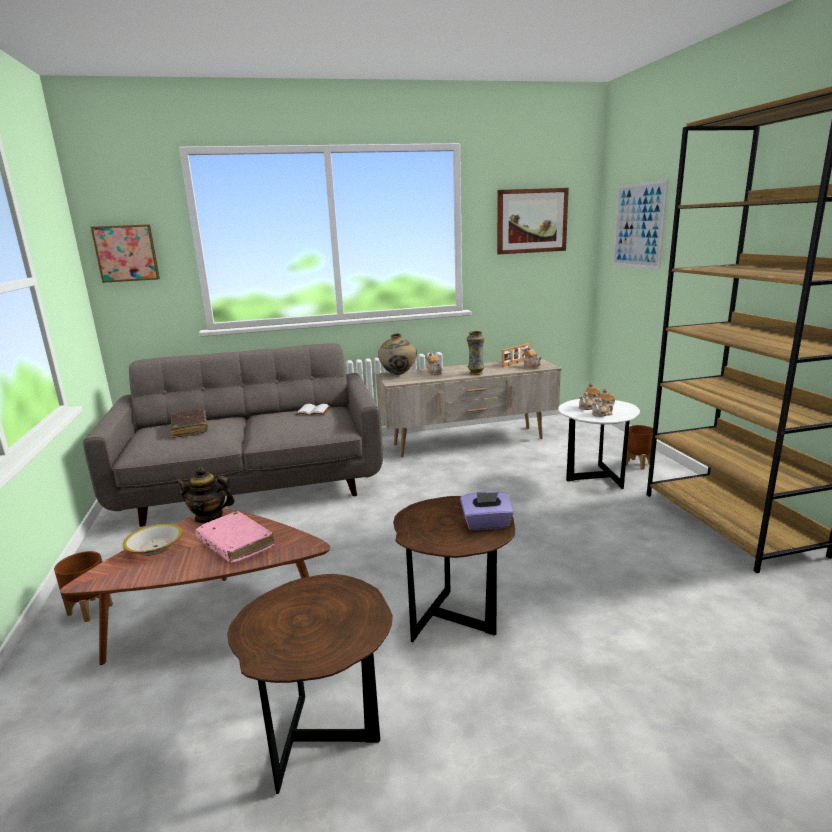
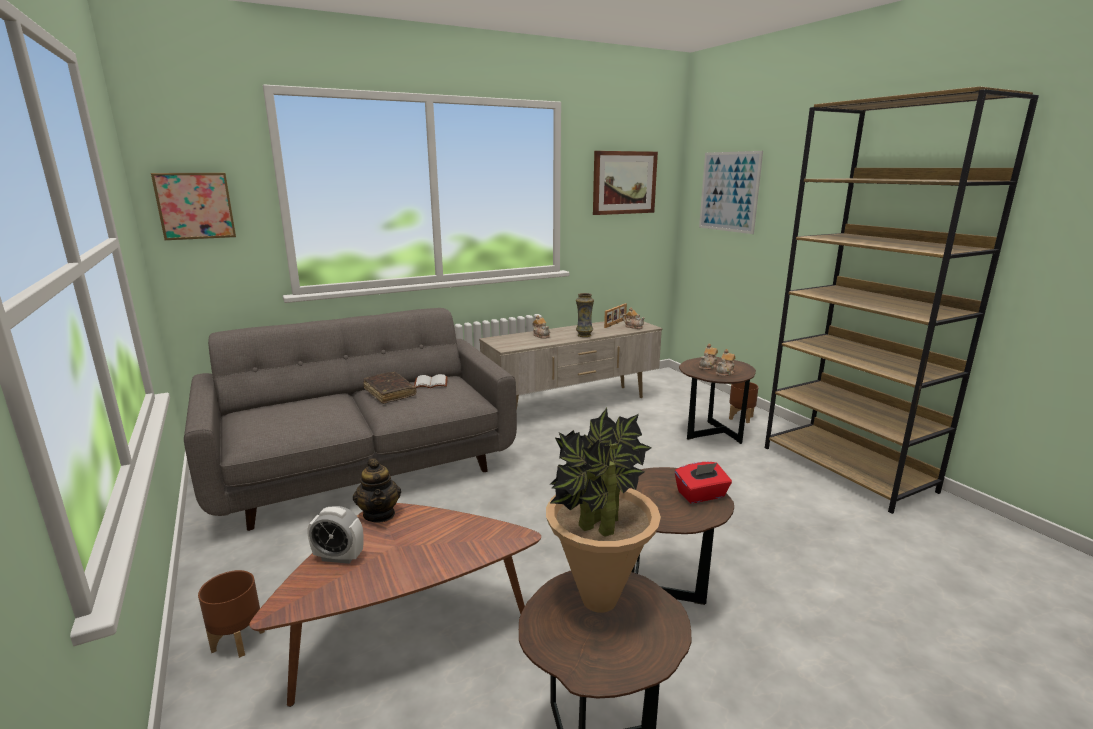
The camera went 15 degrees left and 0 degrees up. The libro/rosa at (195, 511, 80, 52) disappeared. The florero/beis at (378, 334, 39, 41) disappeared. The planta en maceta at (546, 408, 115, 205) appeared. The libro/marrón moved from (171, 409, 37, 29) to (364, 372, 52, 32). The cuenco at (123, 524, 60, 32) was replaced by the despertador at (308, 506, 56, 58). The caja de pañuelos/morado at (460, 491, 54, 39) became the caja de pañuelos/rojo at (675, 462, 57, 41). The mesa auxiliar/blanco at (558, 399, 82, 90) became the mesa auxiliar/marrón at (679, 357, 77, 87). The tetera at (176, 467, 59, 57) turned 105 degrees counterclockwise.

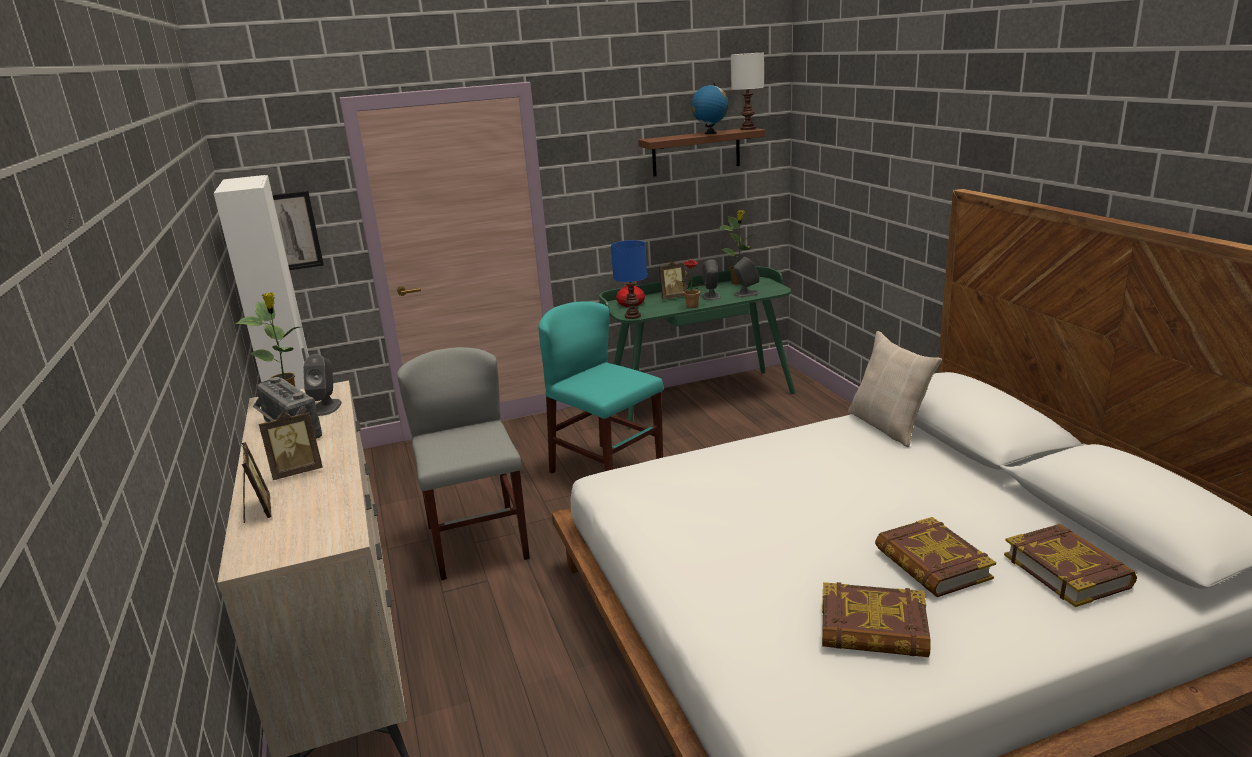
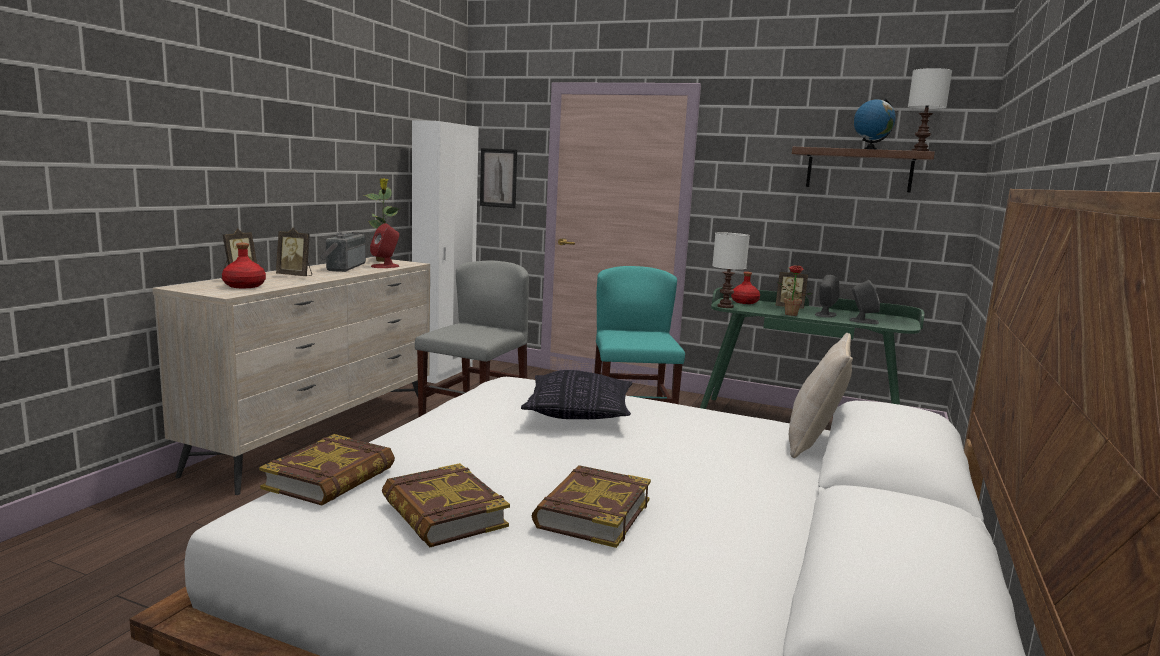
The camera went 40 degrees right and 10 degrees down. The planta en maceta at (718, 210, 37, 75) disappeared. The botella/rojo at (222, 243, 44, 45) appeared. The cojín at (521, 370, 111, 49) appeared. The libro moved from (1004, 524, 133, 83) to (259, 434, 136, 72). The altavoz/gris at (303, 354, 39, 62) became the altavoz/rojo at (370, 223, 30, 45). The lámpara de mesa/azul at (611, 240, 36, 79) became the lámpara de mesa/blanco at (712, 232, 38, 76).

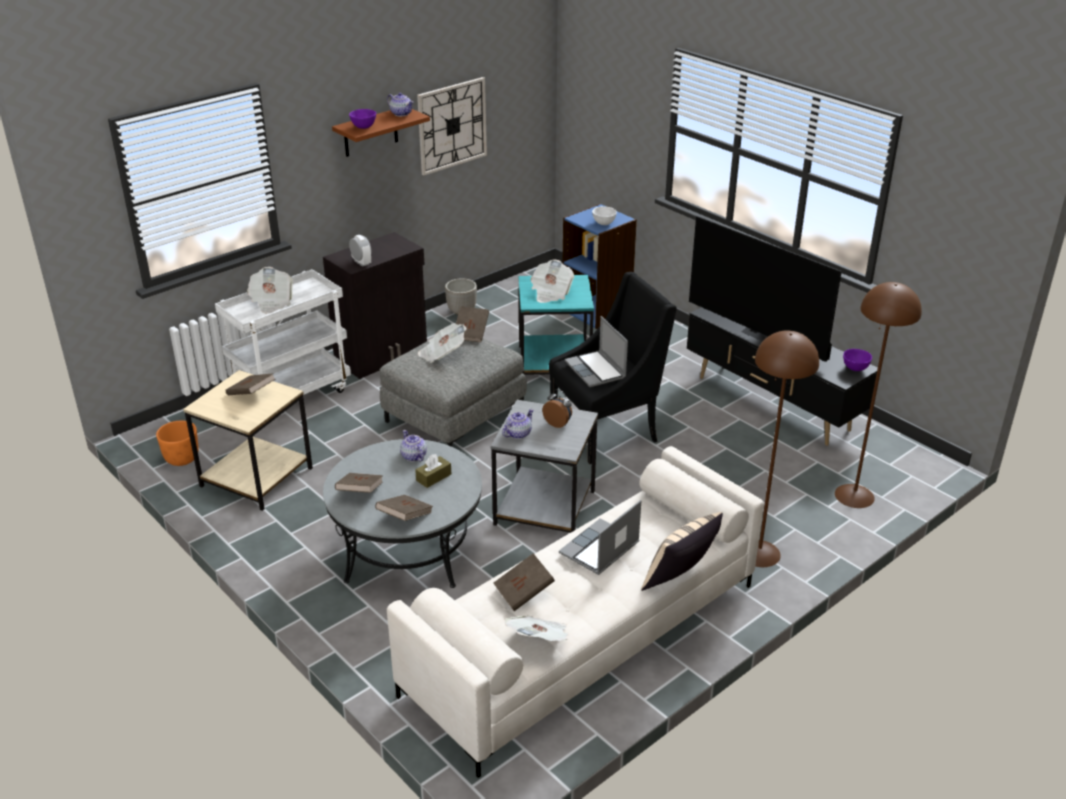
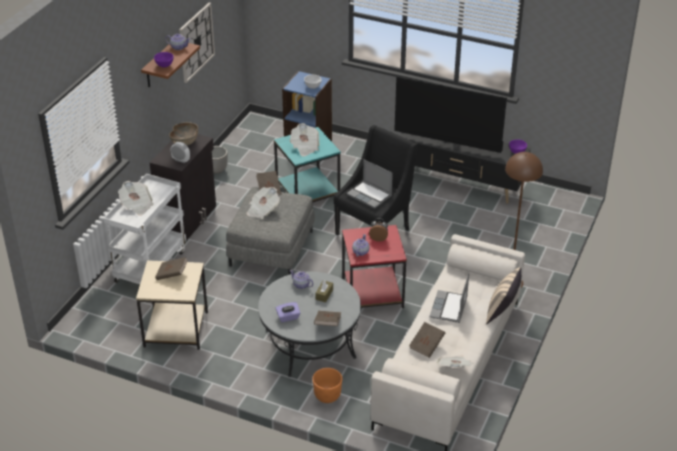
The camera went 25 degrees left and 5 degrees up. The lámpara de pie/marrón at (835, 282, 87, 226) disappeared. The cuenco/marrón at (169, 122, 29, 23) appeared. The maceta/naranja moved from (156, 421, 43, 45) to (313, 368, 29, 35). The libro/marrón at (335, 473, 48, 20) was replaced by the caja de pañuelos/morado at (276, 302, 24, 20). The mesa auxiliar/gris at (491, 400, 107, 133) became the mesa auxiliar/rojo at (342, 225, 65, 83).

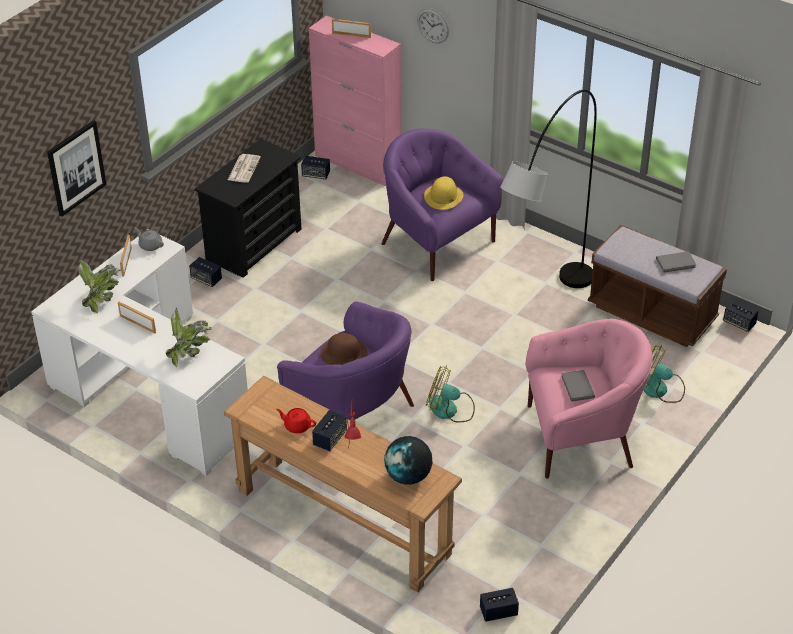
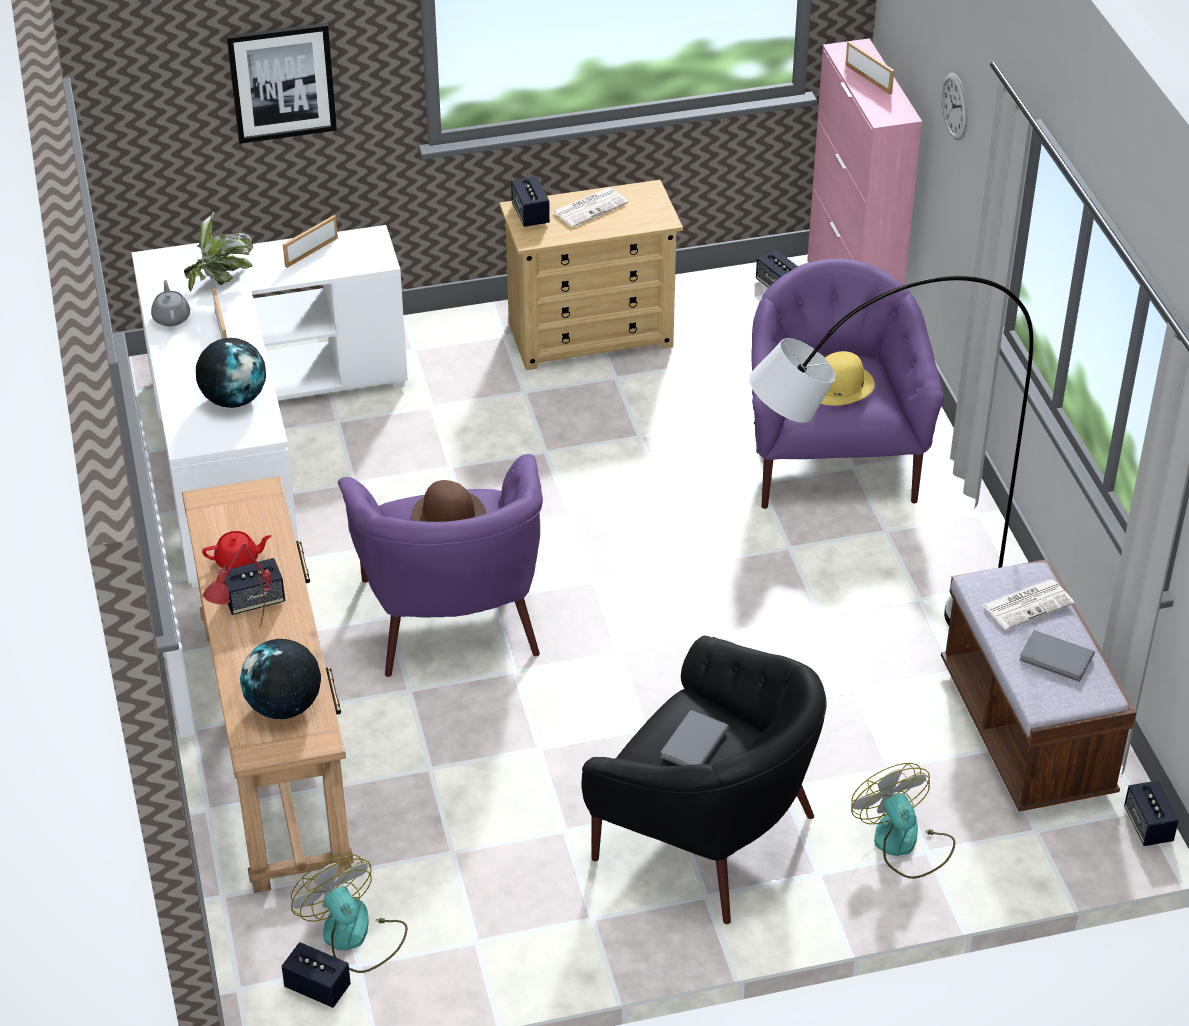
The camera went 40 degrees right and 0 degrees up. The periódico at (983, 579, 91, 51) appeared. The tetera/gris moved from (134, 227, 30, 24) to (151, 280, 39, 46). The altavoz moved from (189, 257, 33, 30) to (511, 176, 39, 51). The ventilador moved from (426, 365, 49, 57) to (291, 854, 117, 119). The planta en maceta at (166, 308, 46, 59) was replaced by the globo terráqueo at (196, 338, 70, 70). The cómoda/negro at (195, 139, 106, 139) became the cómoda/beis at (499, 180, 184, 190). The sillón/rosa at (526, 319, 127, 159) became the sillón/negro at (581, 636, 245, 288). The tetera/rojo at (276, 408, 40, 25) turned 105 degrees clockwise.

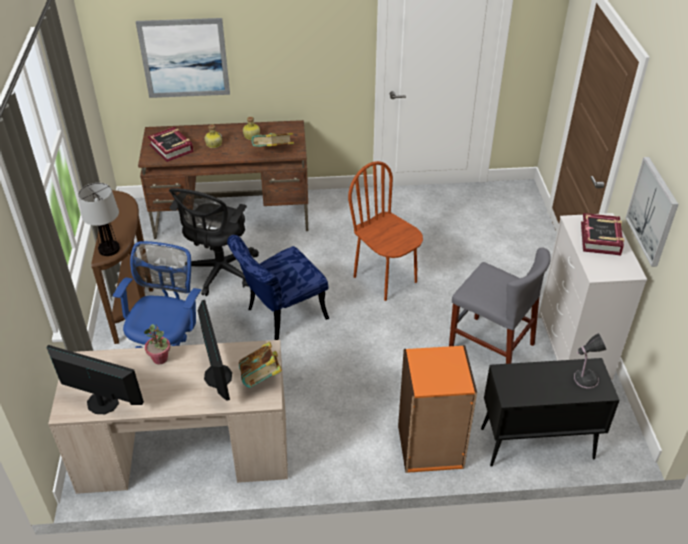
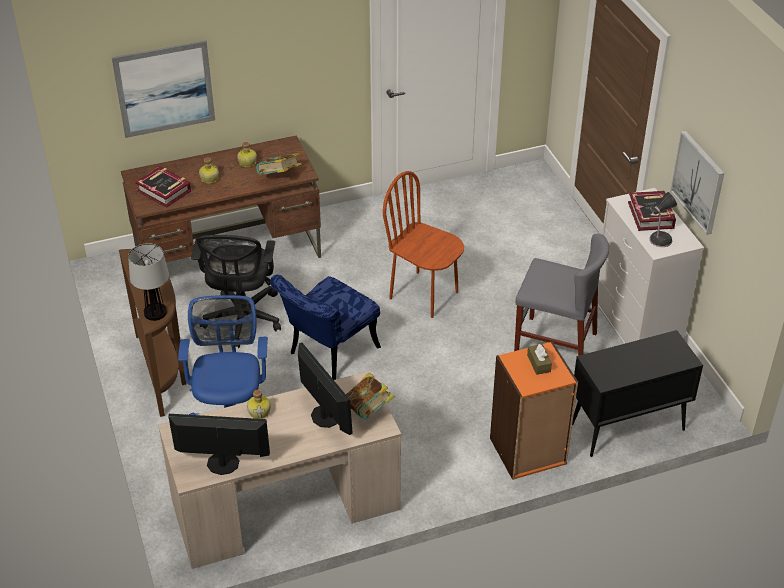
The camera went 15 degrees left and 0 degrees up. The caja de pañuelos/marrón at (527, 344, 25, 31) appeared. The lámpara de mesa moved from (574, 333, 32, 56) to (649, 192, 28, 55). The planta en maceta at (144, 324, 26, 40) was replaced by the botella at (247, 390, 24, 29).

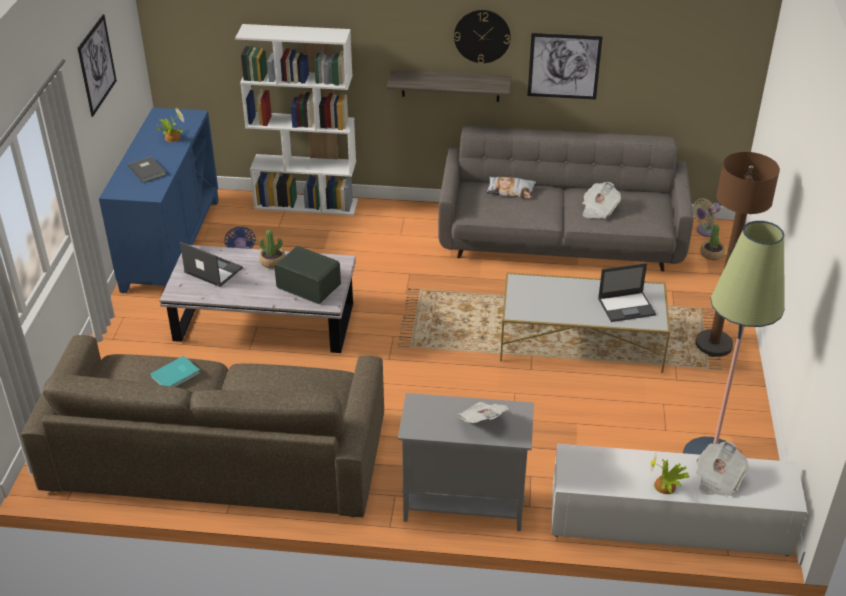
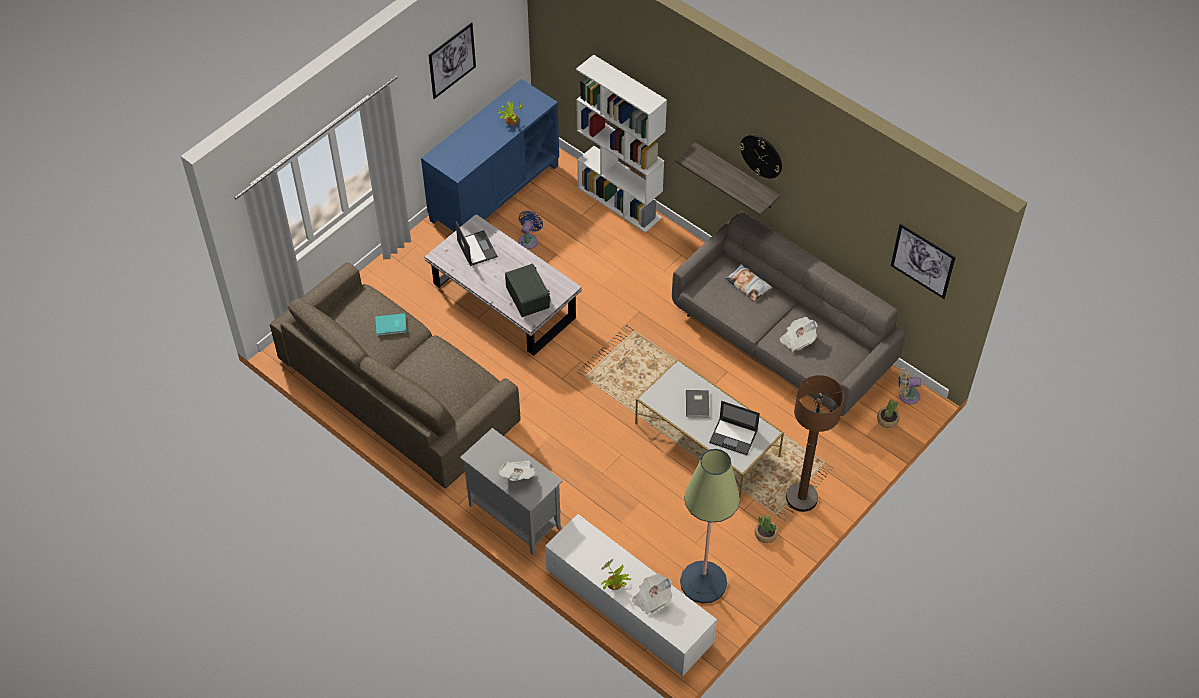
The camera went 35 degrees right and 15 degrees up. The libro/gris moved from (128, 157, 38, 26) to (686, 390, 23, 27). The planta en maceta moved from (259, 230, 27, 39) to (755, 515, 23, 28). The cuadro moved from (528, 33, 75, 66) to (891, 223, 65, 76).

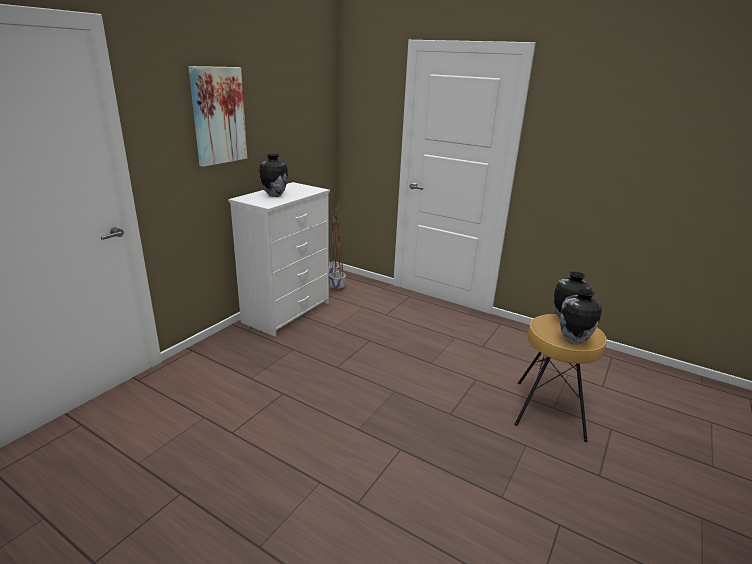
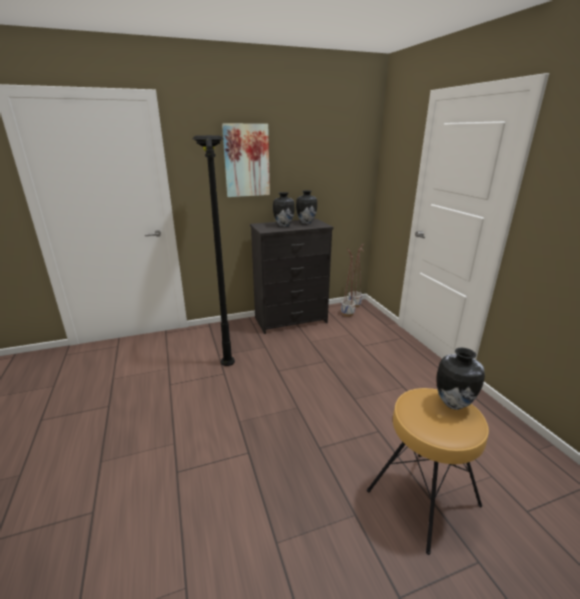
The camera went 40 degrees right and 0 degrees up. The lámpara de pie/negro at (192, 135, 43, 231) appeared. The florero moved from (560, 288, 42, 56) to (296, 190, 21, 34). The cómoda/blanco at (228, 182, 102, 154) became the cómoda/negro at (250, 219, 83, 115).

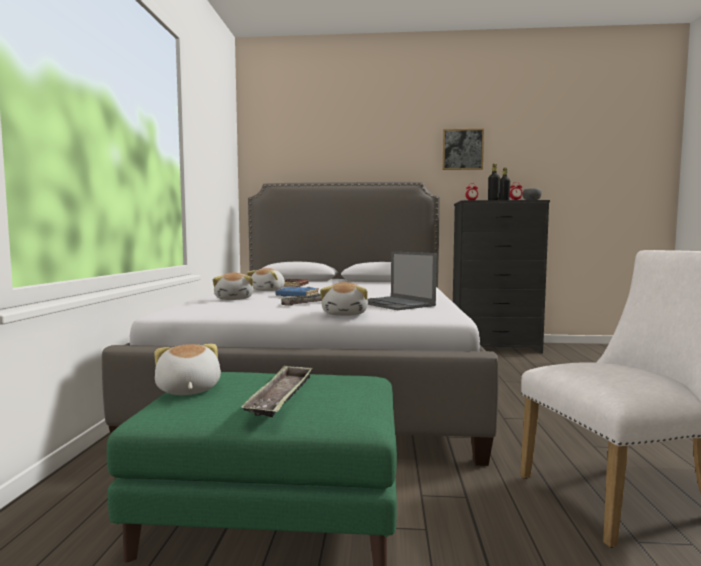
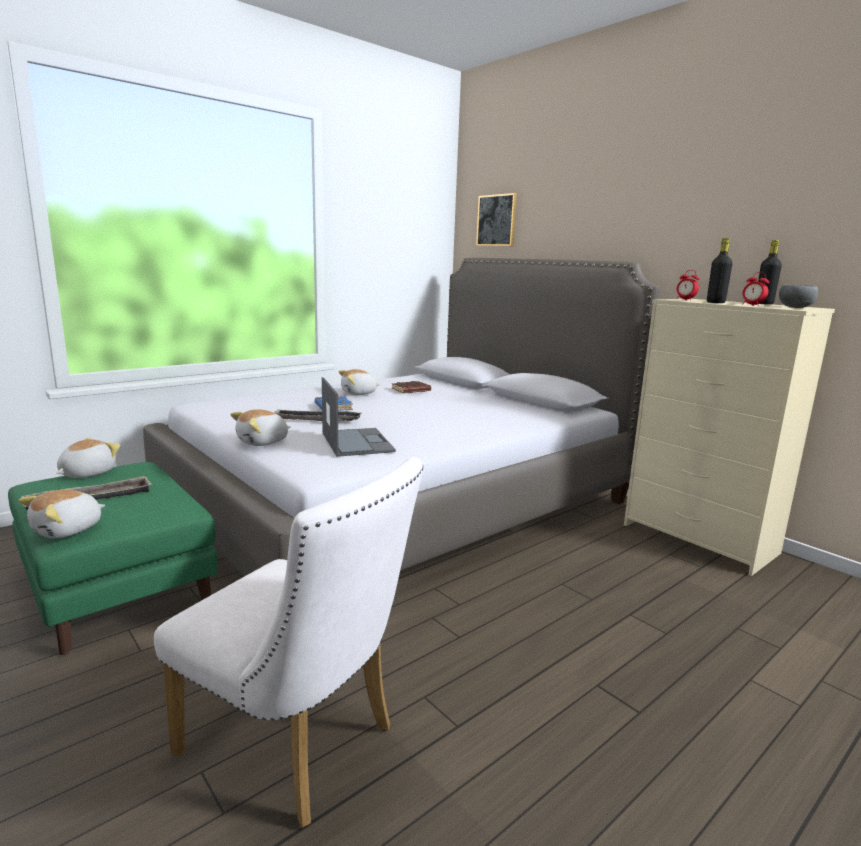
The camera went 45 degrees right and 10 degrees up. The peluche moved from (213, 273, 40, 27) to (19, 490, 86, 48). The cuadro moved from (443, 129, 41, 41) to (476, 193, 41, 53). The cómoda/negro at (453, 200, 97, 153) became the cómoda/beis at (624, 299, 211, 277). The portátil at (368, 252, 69, 58) turned 150 degrees clockwise.

